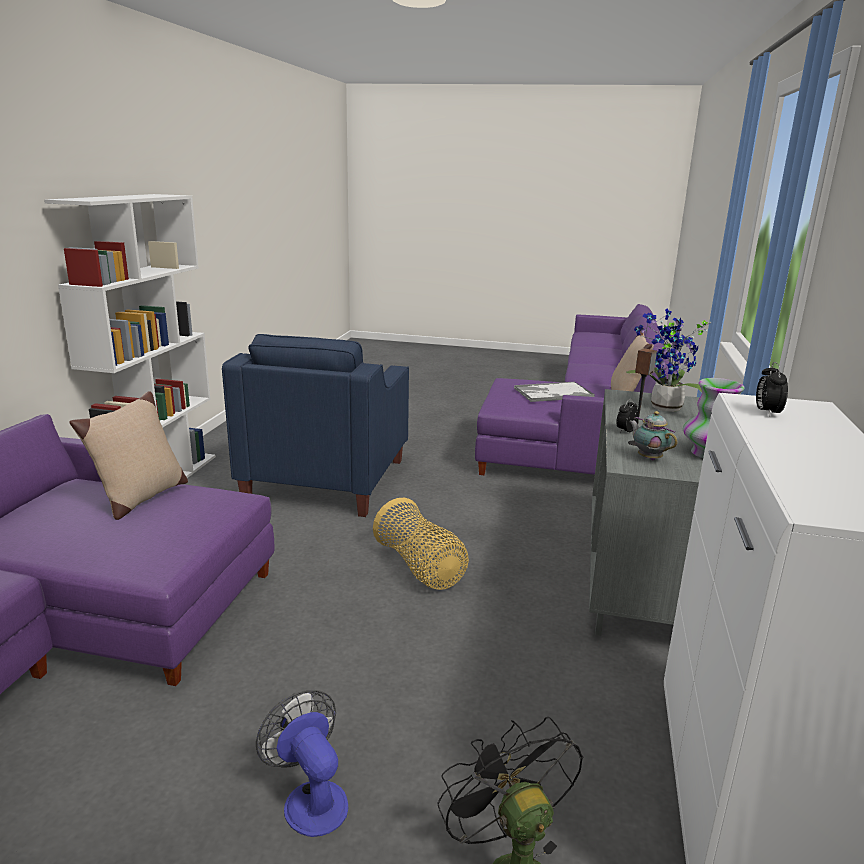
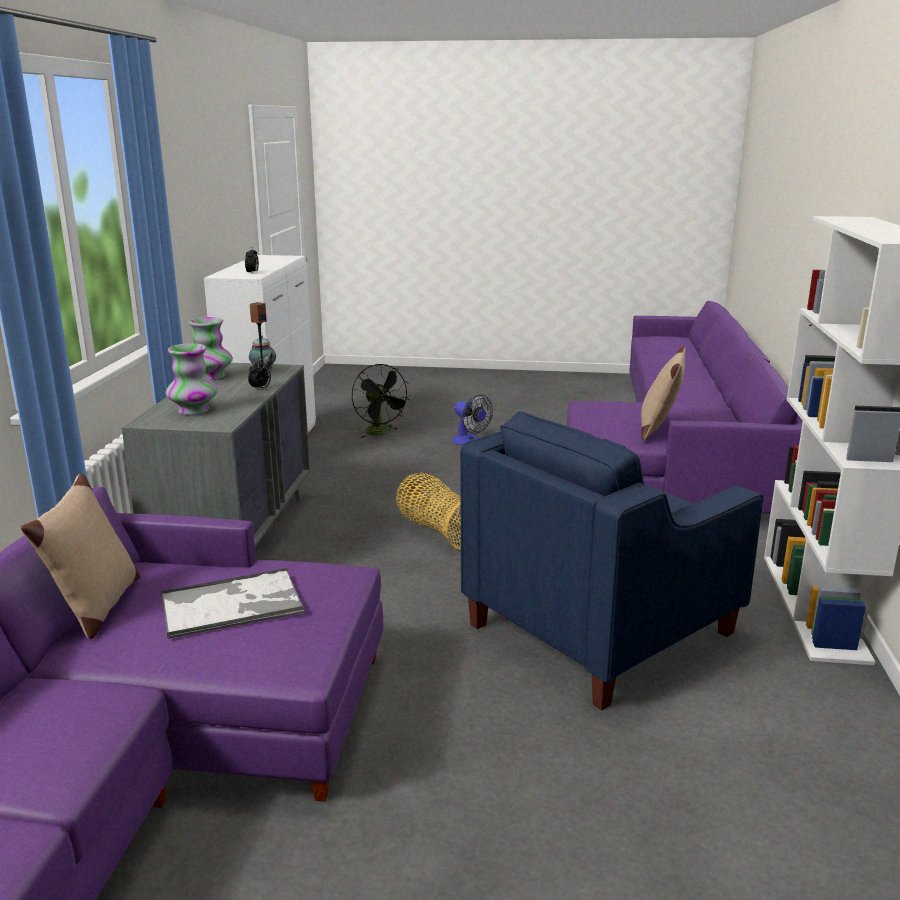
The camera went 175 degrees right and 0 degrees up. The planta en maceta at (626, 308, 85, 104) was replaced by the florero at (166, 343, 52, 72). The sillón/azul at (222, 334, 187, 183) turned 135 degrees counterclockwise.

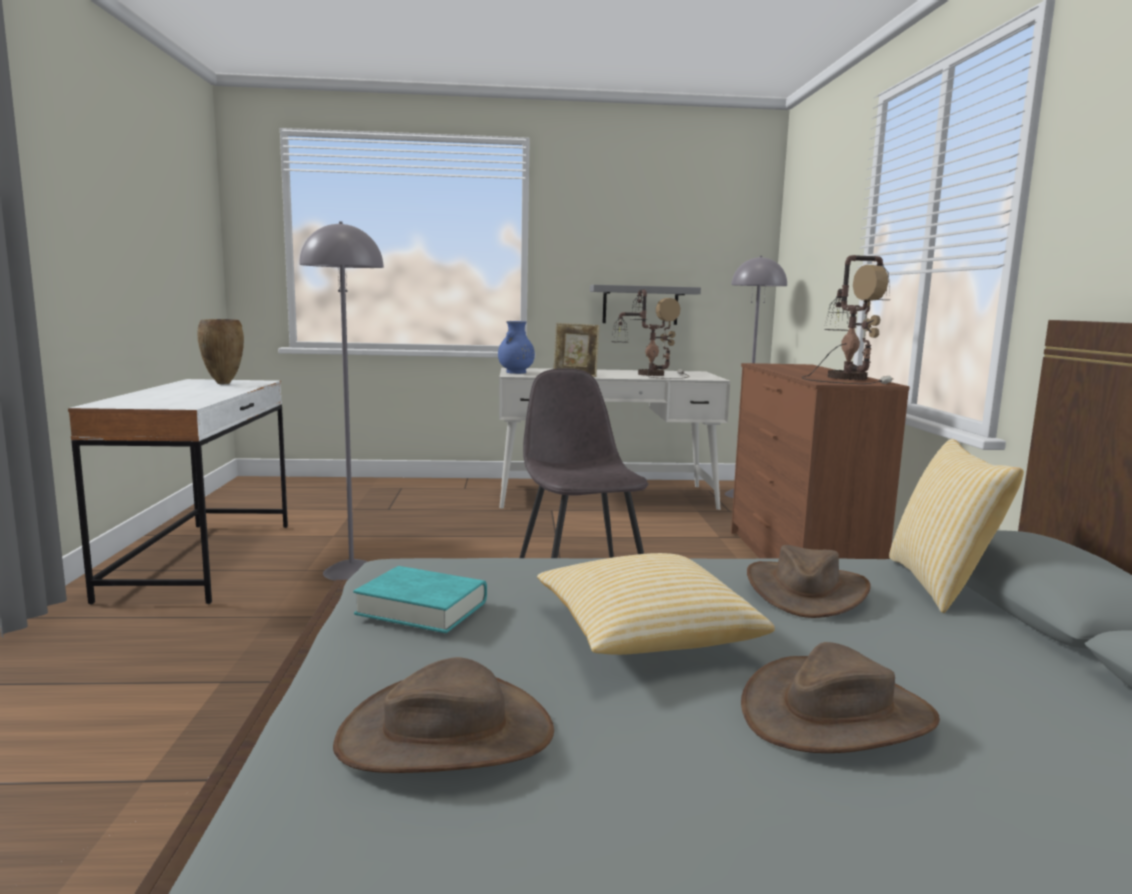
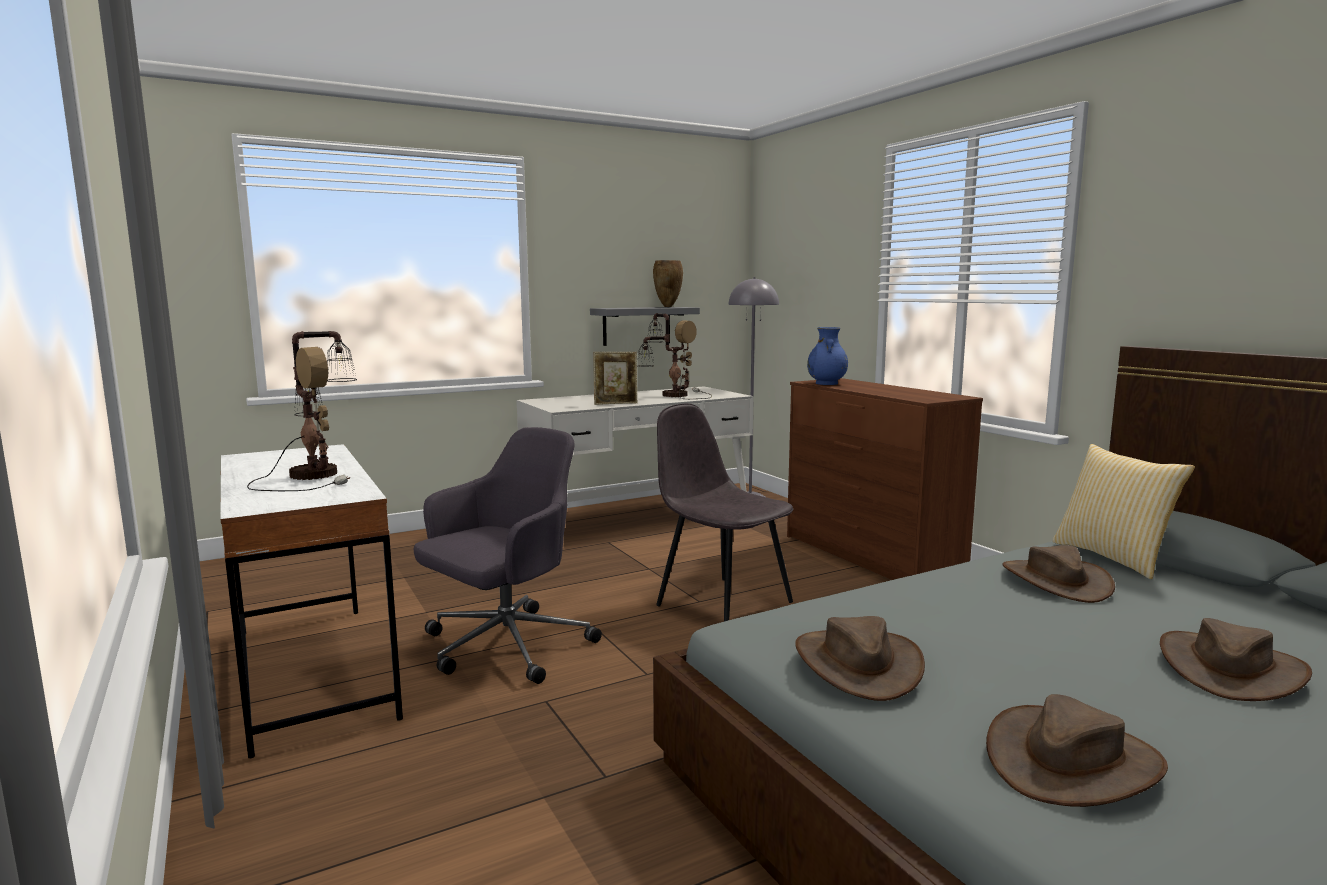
The camera went 25 degrees left and 0 degrees up. The cojín at (537, 553, 238, 102) disappeared. The florero/marrón moved from (198, 319, 46, 65) to (653, 260, 30, 47). The florero/azul moved from (498, 321, 37, 53) to (807, 327, 41, 58). The lámpara de mesa moved from (802, 255, 92, 129) to (247, 331, 110, 160). The lámpara de pie/gris at (299, 221, 85, 360) was replaced by the silla de oficina/gris at (414, 427, 188, 257). The libro/turquesa at (353, 566, 134, 67) was replaced by the sombrero/marrón at (796, 616, 129, 85).

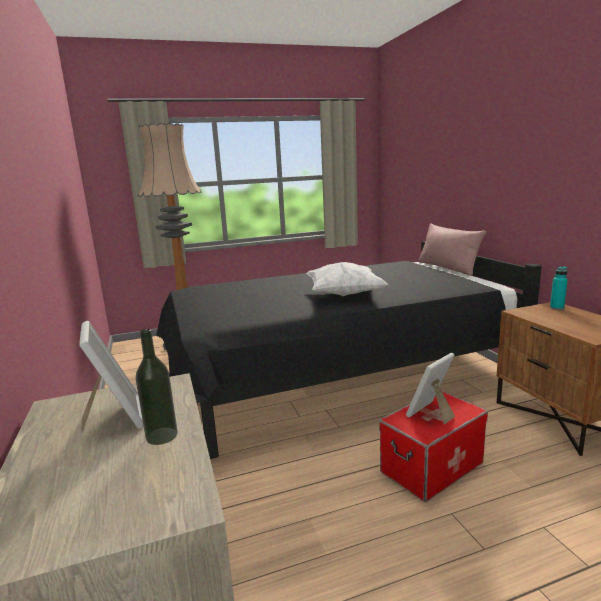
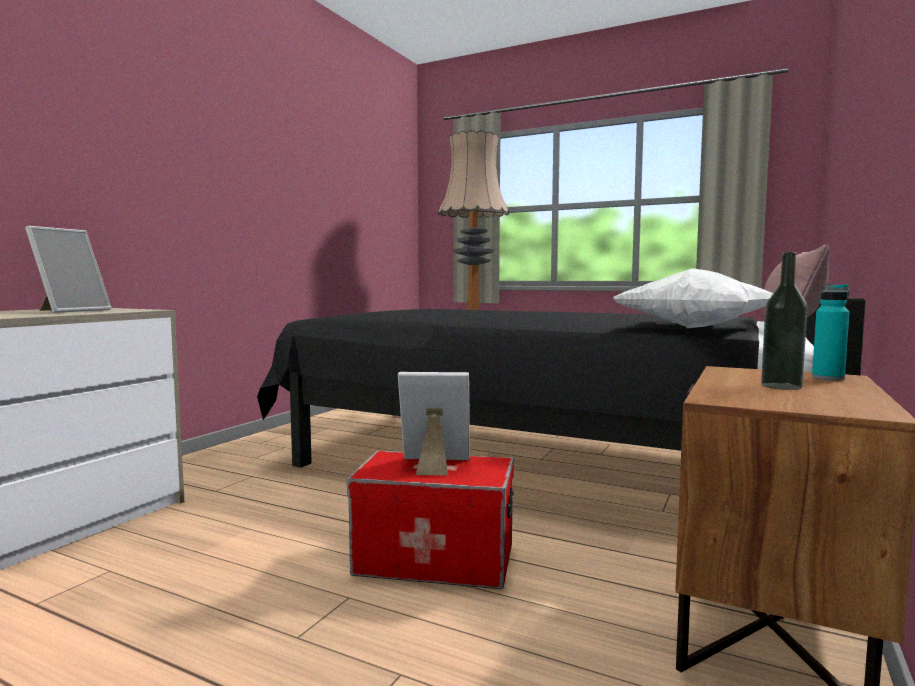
The camera went 45 degrees right and 10 degrees down. The botella moved from (136, 329, 42, 116) to (761, 252, 46, 138). The cojín/blanco moved from (306, 262, 83, 34) to (613, 268, 160, 60).

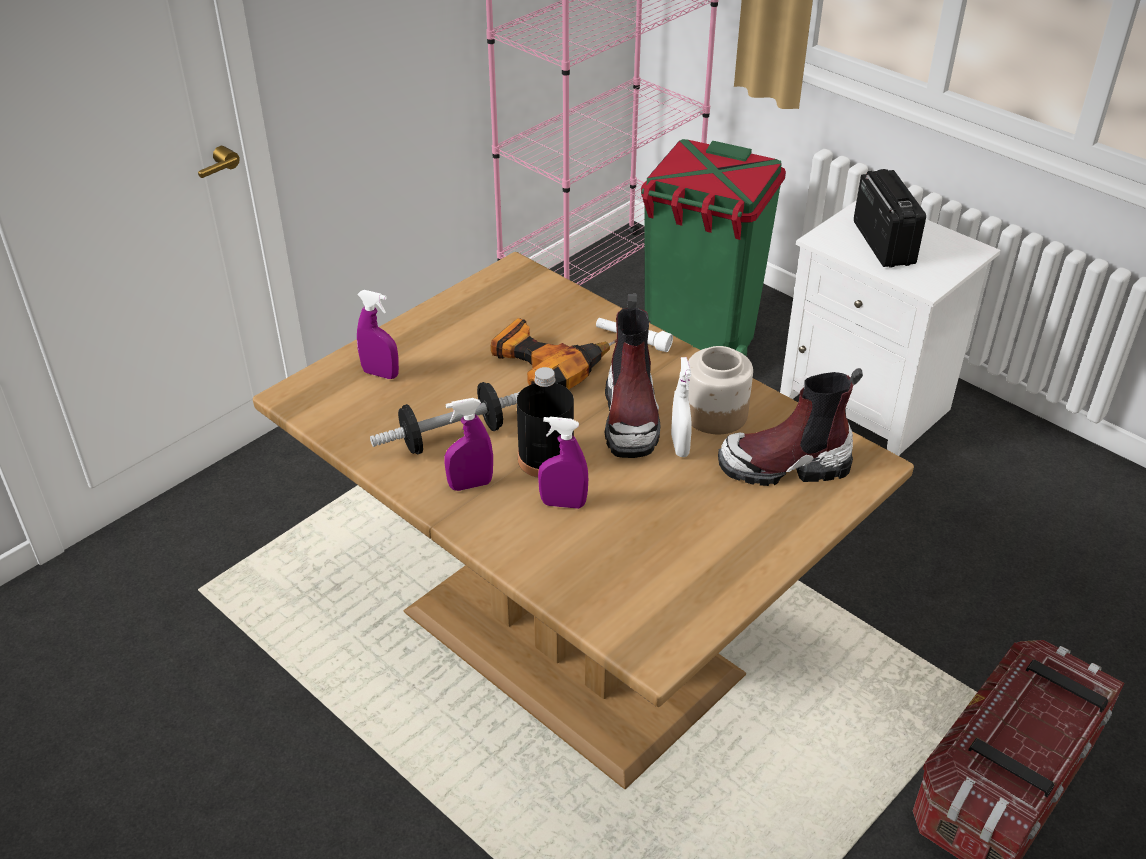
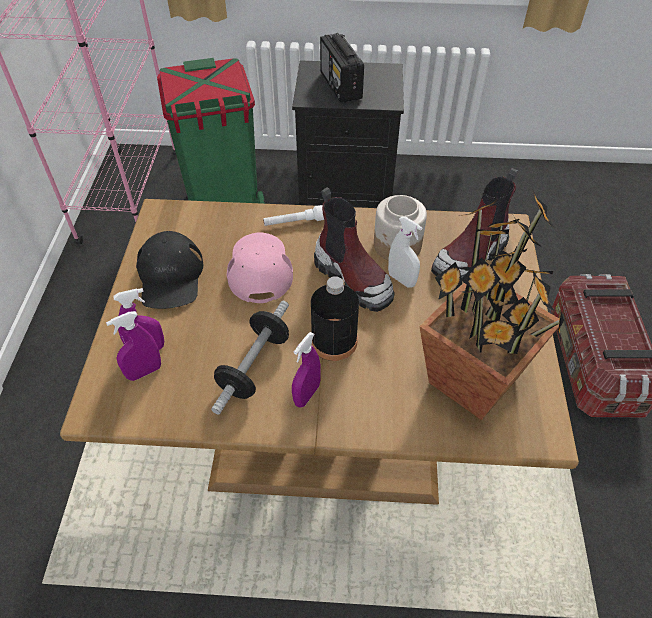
The camera went 40 degrees left and 10 degrees up. The gorra/negro at (136, 231, 67, 78) appeared. The planta en maceta at (419, 189, 145, 231) appeared. The pulverizador/morado moved from (538, 416, 50, 93) to (106, 311, 55, 70). The taladro at (491, 318, 126, 71) was replaced by the gorra/rosa at (227, 233, 66, 70). The mesita de noche/blanco at (780, 200, 221, 256) became the mesita de noche/negro at (292, 60, 112, 147). The radio at (854, 169, 72, 99) turned 150 degrees counterclockwise.

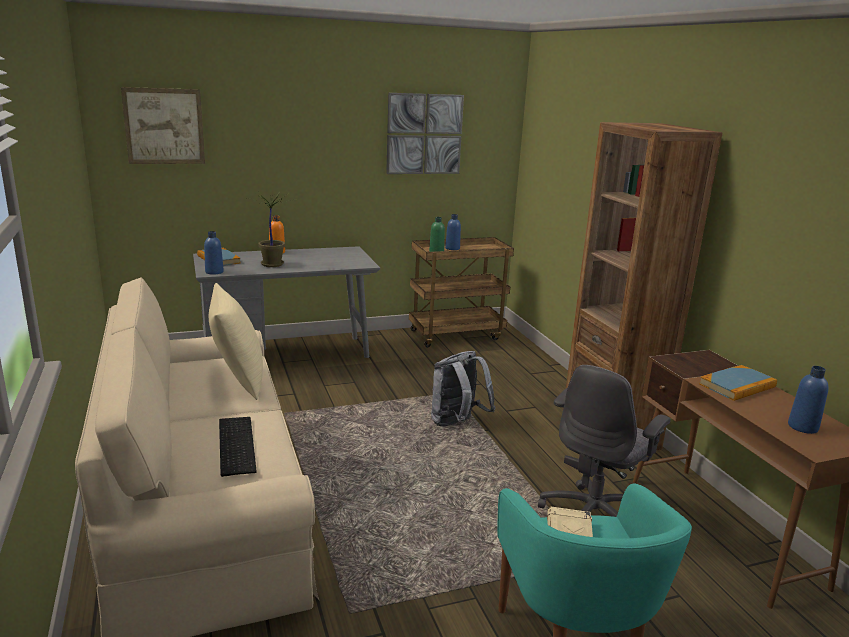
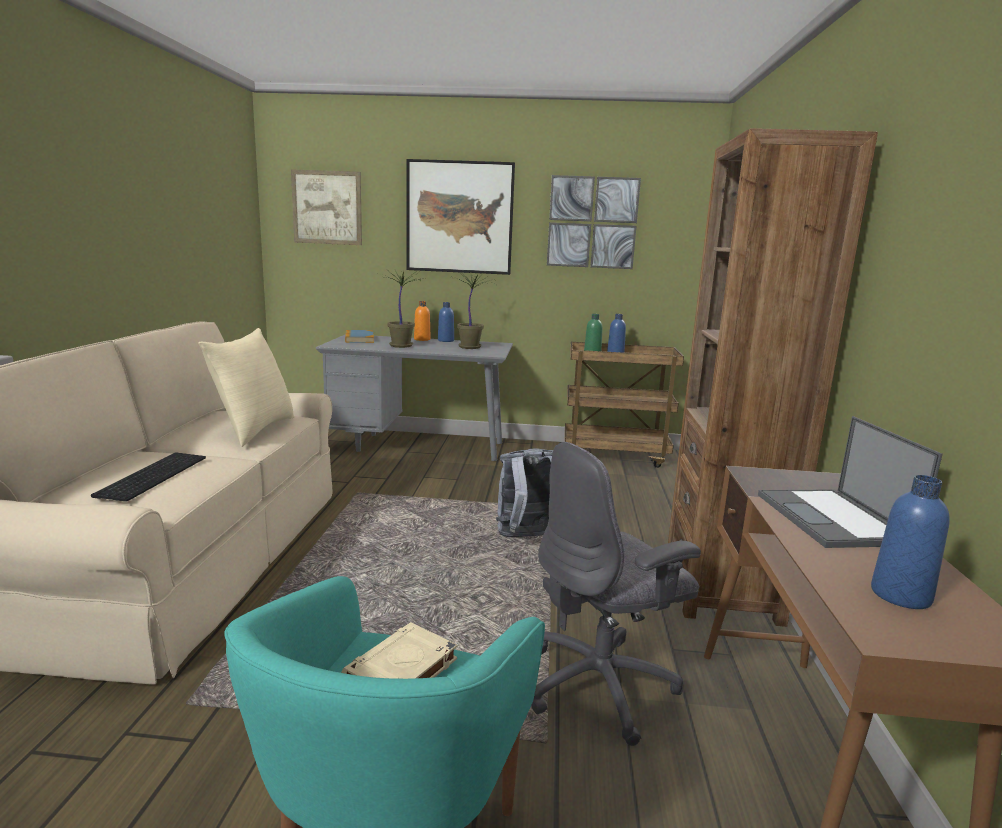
The camera went 25 degrees right and 5 degrees down. The cuadro at (407, 159, 108, 116) appeared. The planta en maceta at (449, 272, 48, 77) appeared. The botella/azul moved from (204, 231, 20, 44) to (438, 302, 16, 40). The libro at (699, 365, 78, 36) was replaced by the portátil at (758, 416, 184, 132).

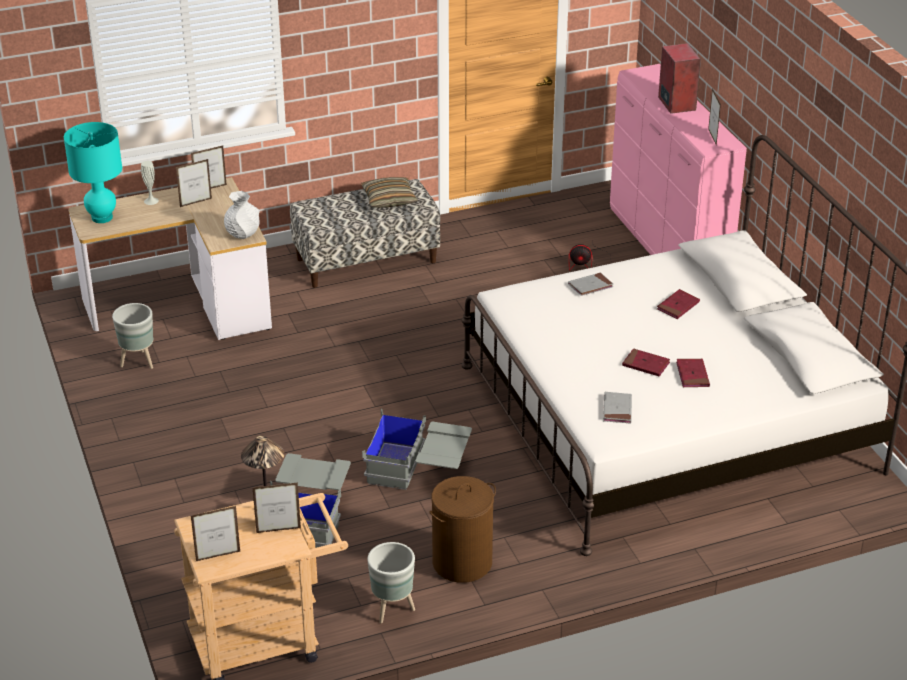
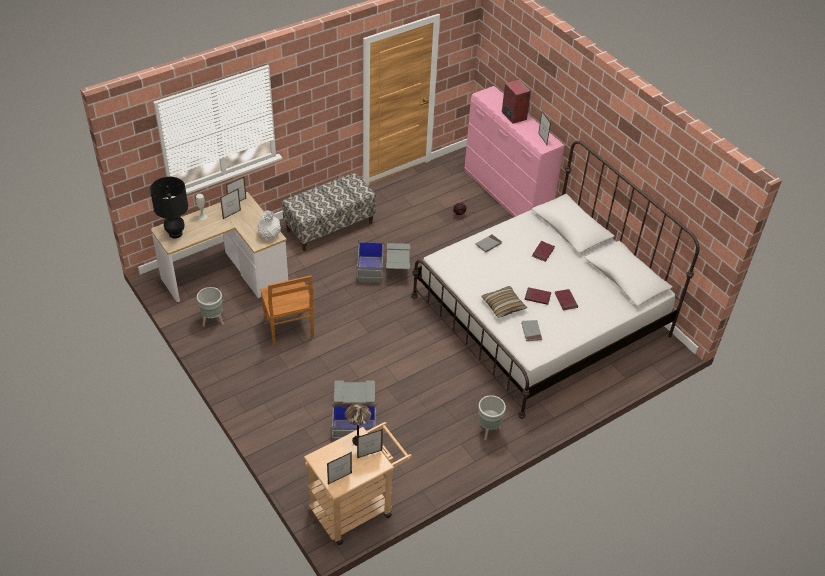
The camera went 15 degrees left and 10 degrees up. The cesto de la ropa/marrón at (429, 476, 67, 107) disappeared. The silla/marrón at (260, 276, 54, 70) appeared. The cojín moved from (361, 177, 57, 30) to (481, 286, 46, 32). The caja de almacenaje/gris moved from (362, 409, 110, 81) to (356, 239, 54, 44). The maceta/gris moved from (367, 542, 48, 81) to (478, 395, 28, 45). The lámpara de mesa/turquesa at (64, 122, 58, 101) became the lámpara de mesa/negro at (150, 177, 38, 61).

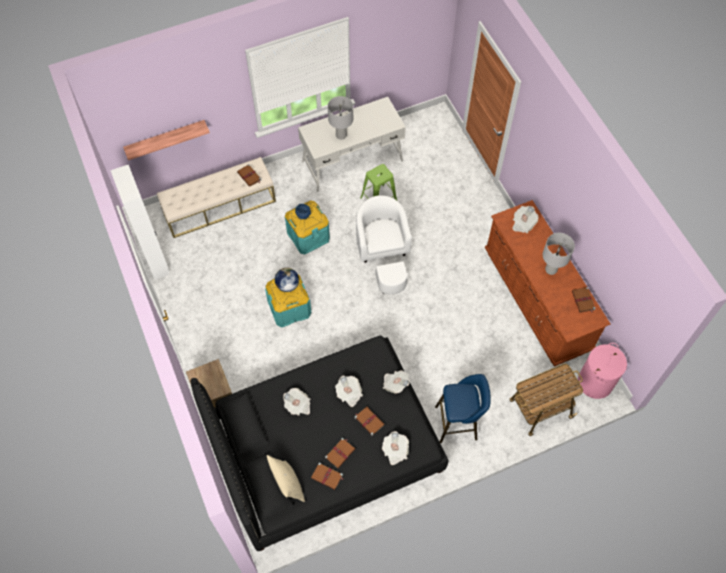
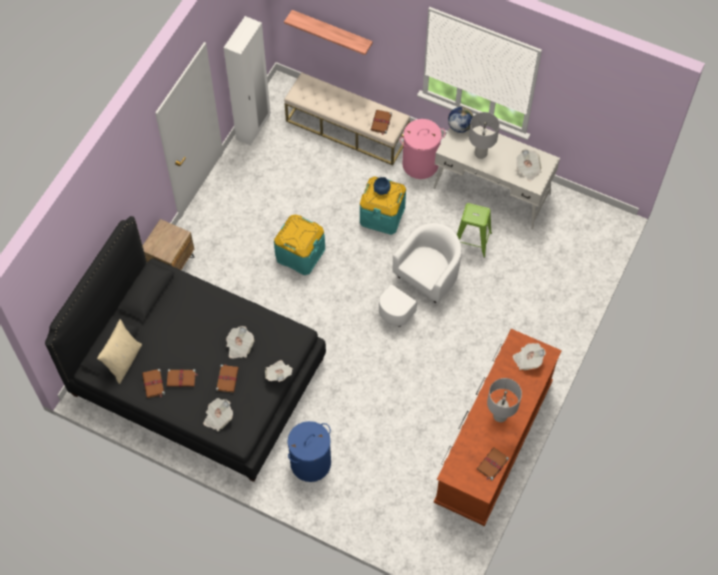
The camera went 50 degrees right and 0 degrees up. The carrito at (509, 364, 74, 72) disappeared. The globo terráqueo moved from (275, 267, 24, 25) to (448, 107, 25, 26). The periódico moved from (283, 388, 28, 28) to (516, 149, 26, 32). The cesto de la ropa/rosa moved from (578, 343, 49, 56) to (400, 119, 45, 60). The taburete/azul at (435, 374, 56, 69) was replaced by the cesto de la ropa/azul at (287, 421, 44, 61).

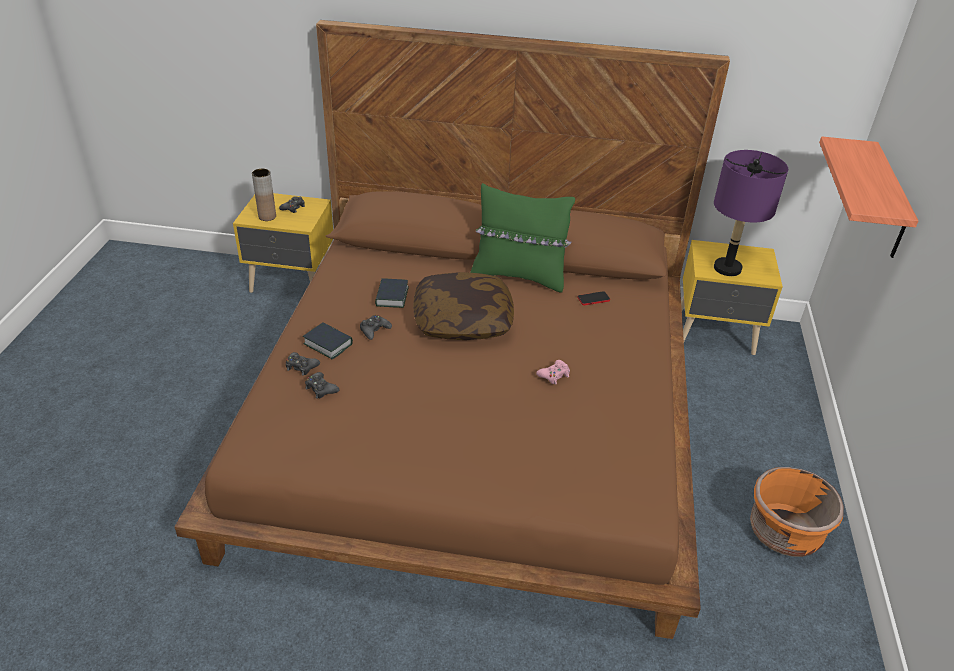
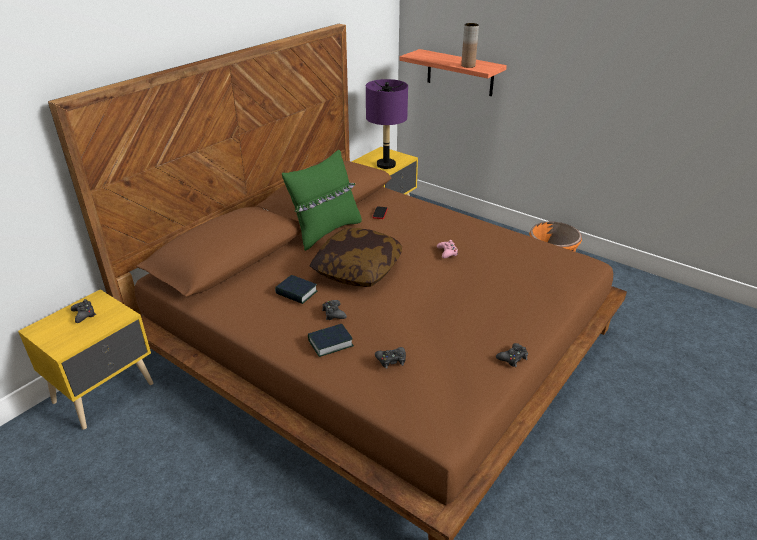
The camera went 60 degrees left and 5 degrees down. The florero/marrón moved from (252, 168, 24, 53) to (461, 23, 18, 45). The mando de consola/negro moved from (286, 352, 34, 24) to (496, 343, 32, 24).

